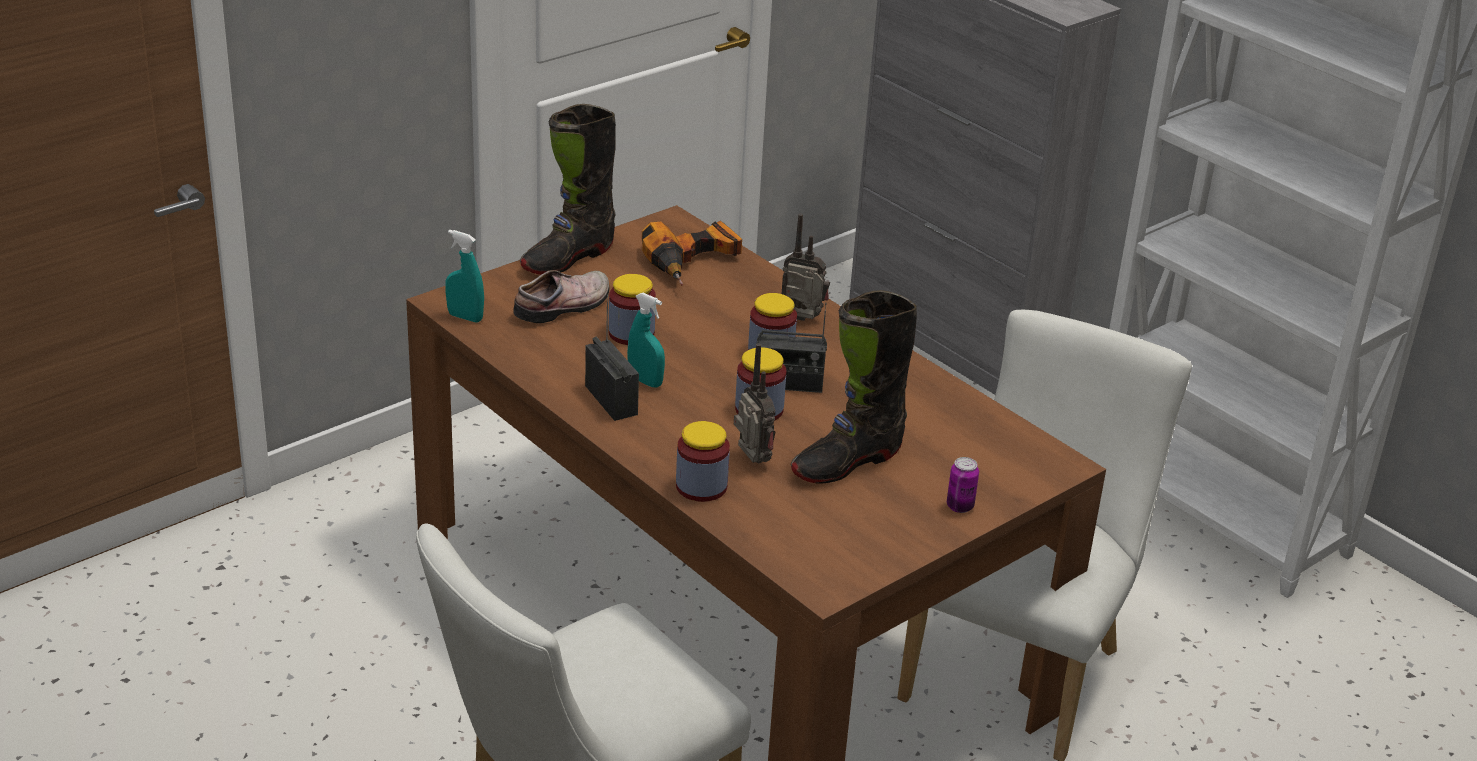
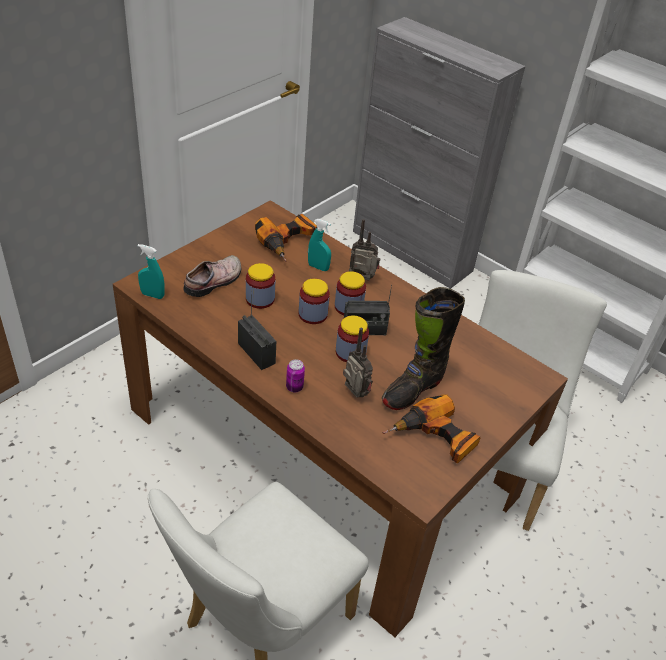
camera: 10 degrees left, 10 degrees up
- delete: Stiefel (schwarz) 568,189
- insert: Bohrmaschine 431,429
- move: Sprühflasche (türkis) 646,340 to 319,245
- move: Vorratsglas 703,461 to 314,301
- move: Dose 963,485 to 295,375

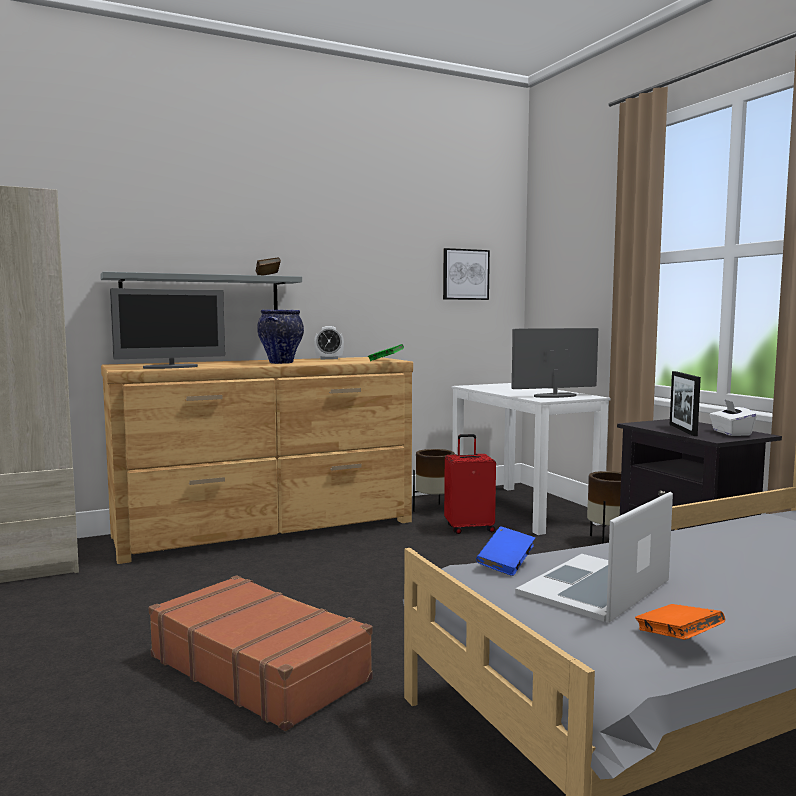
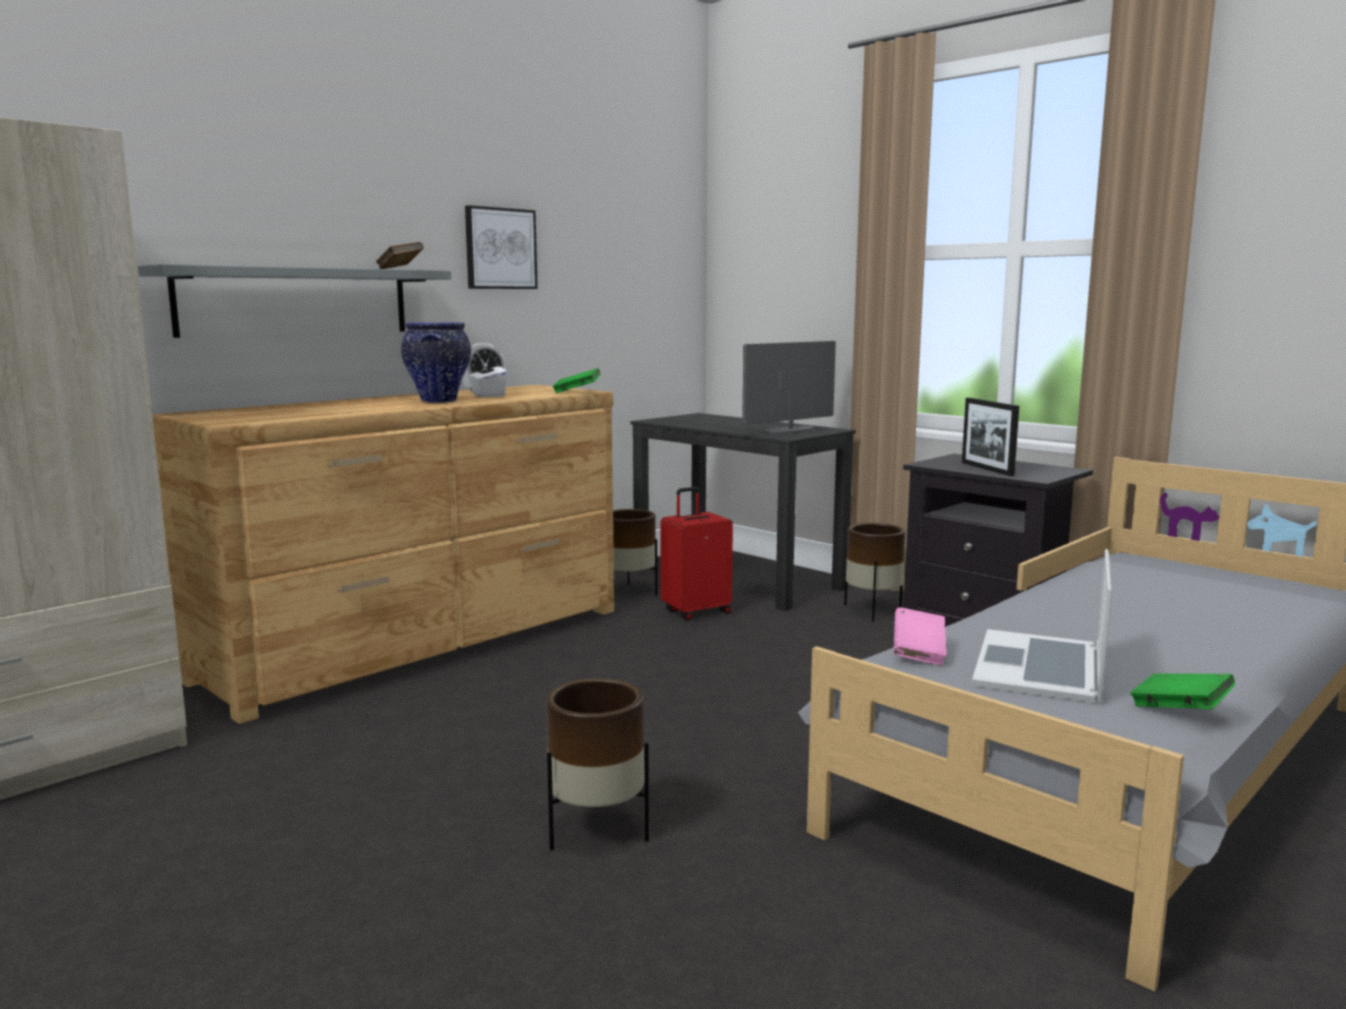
camera: 20 degrees left, 5 degrees up
- delete: Monitor 167,328
- move: Bild 466,274 to 501,247
- move: Taschentuchbox (weiß) 733,418 to 487,378
- replace: Koffer (braun) 261,653 to Pflanzkübel (braun) 597,764
- recolor: Schreibtisch (weiß) 530,459 to Schreibtisch (schwarz) 743,512
- recolor: Buch (blau) 505,551 to Buch (rosa) 920,636
- recolor: Buch (orange) 680,622 to Buch (grün) 1182,691

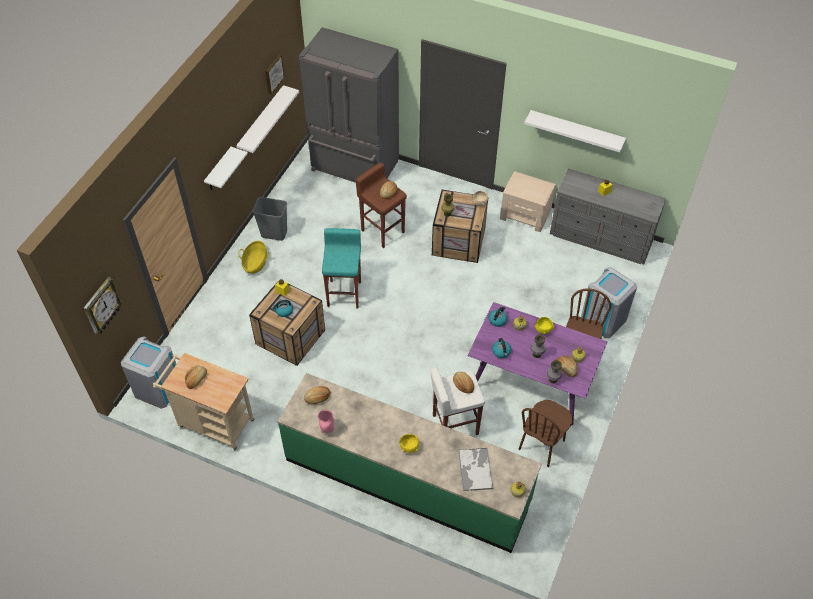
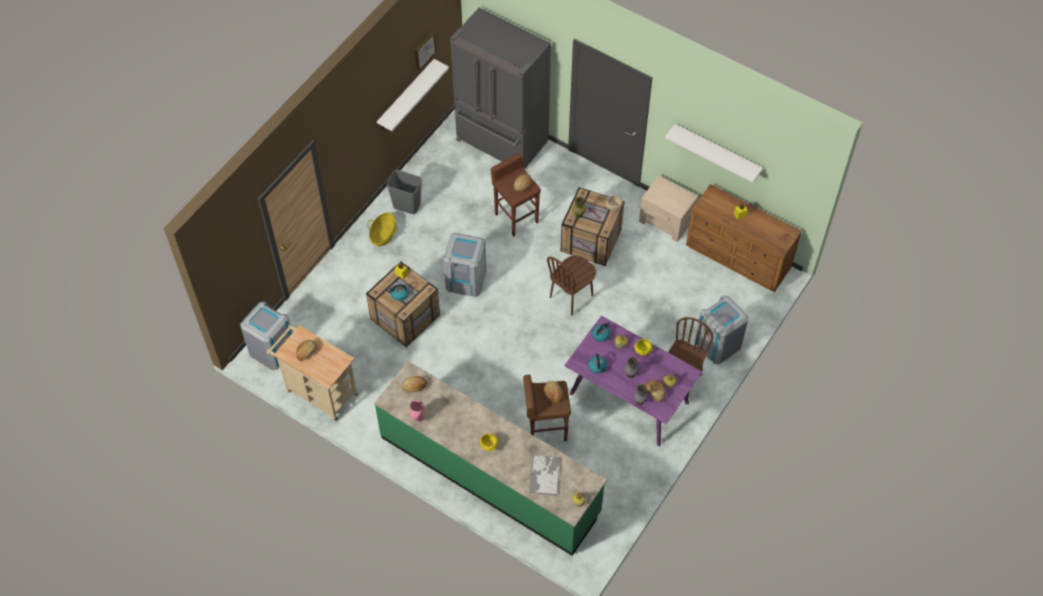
camera: 10 degrees right, 5 degrees up
- delete: Wanduhr 103,305
- delete: Wandregal (weiß) 226,168
- move: Stuhl (braun) 545,433 to 571,285
- replace: Hocker (türkis) 341,268 to Mülleimer (grau) 464,265
- recolor: Hocker (weiß) 458,401 to Hocker (braun) 547,408
- recolor: Kommode (grau) 608,216 to Kommode (braun) 744,238

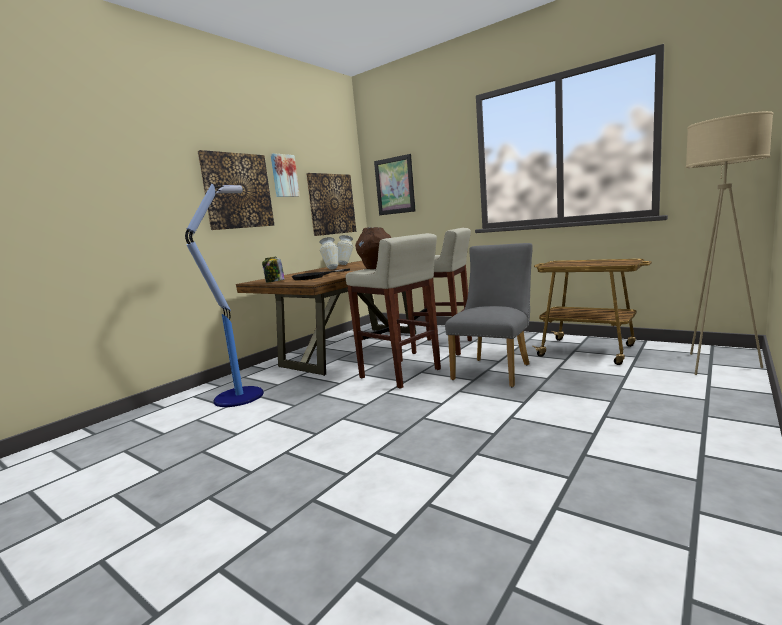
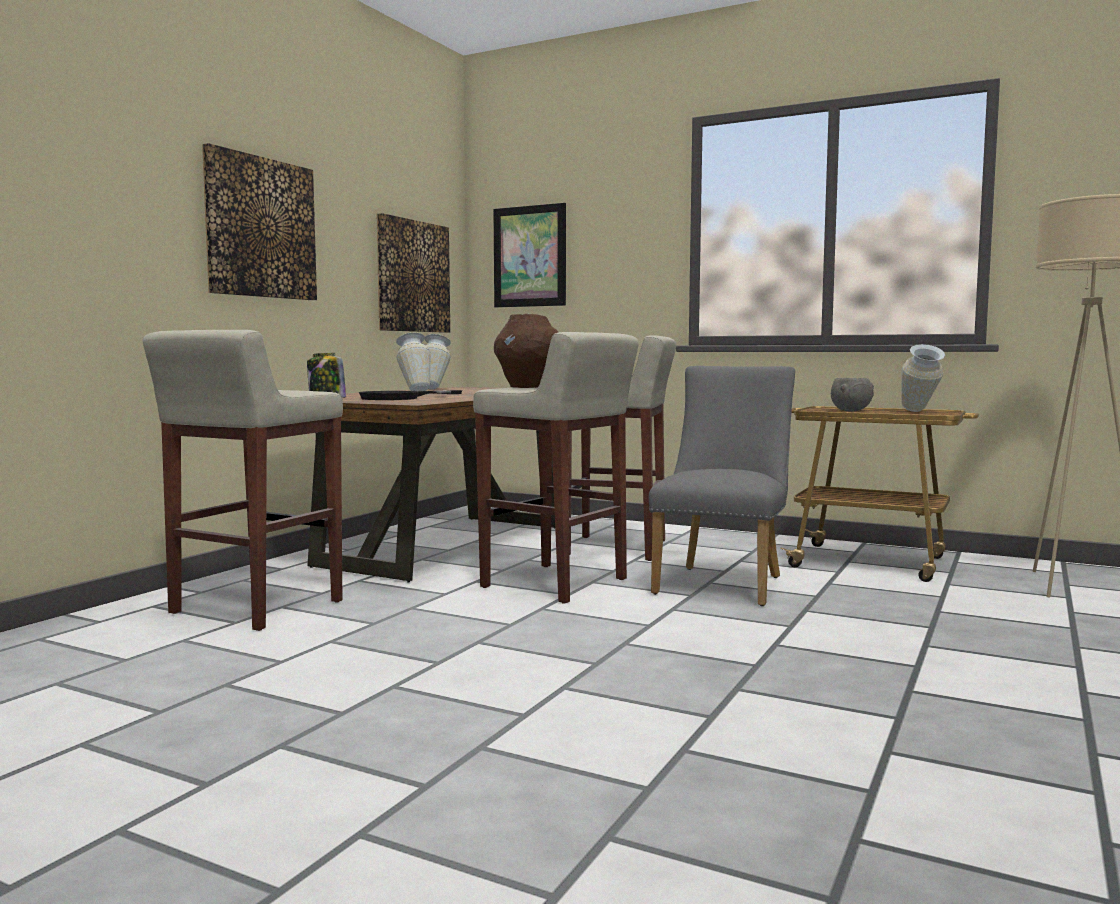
camera: 10 degrees left, 5 degrees down
- delete: Bild 285,175
- insert: Schüssel (grau) 852,394
- insert: Vase 923,378
- replace: Stehlampe 224,295 to Hocker (beige) 243,480

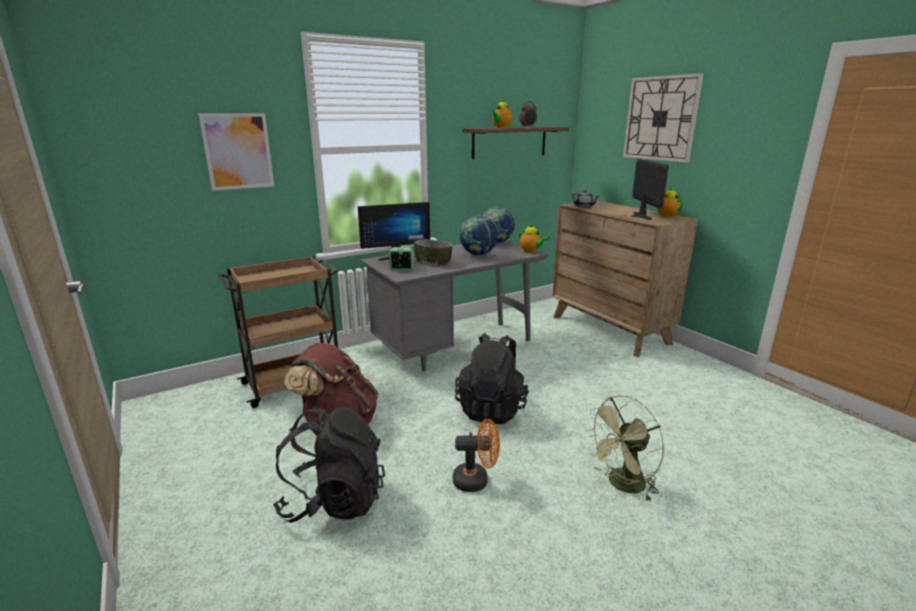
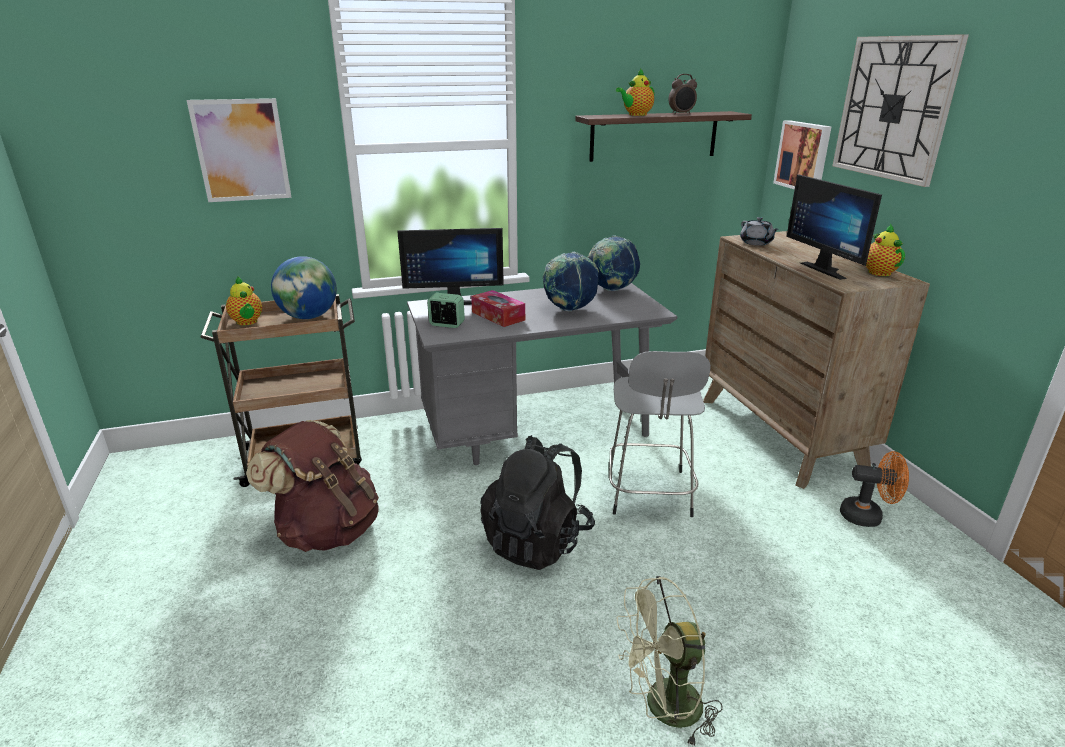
camera: 15 degrees right, 5 degrees up
- delete: Rucksack (schwarz) 329,464
- insert: Globus 304,287
- insert: Hocker (grau) 660,434
- insert: Bild 802,155
- move: Ventilator (orange) 476,455 to 874,489
- move: Teekanne 534,238 to 244,301
- replace: Schüssel 433,252 to Taschentuchbox 498,308
- rotate: Monitor 649,189 = 834,227 150 degrees clockwise

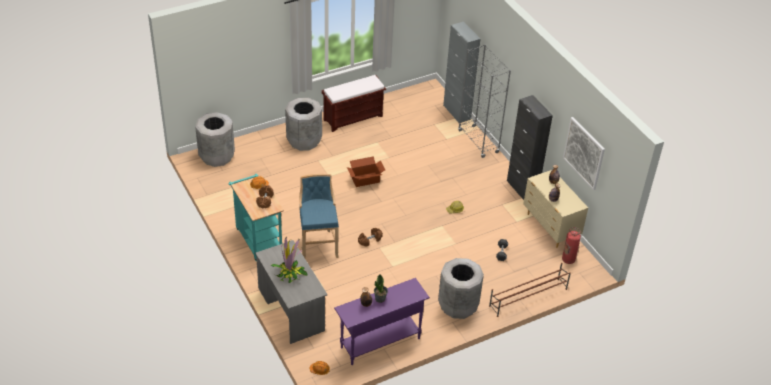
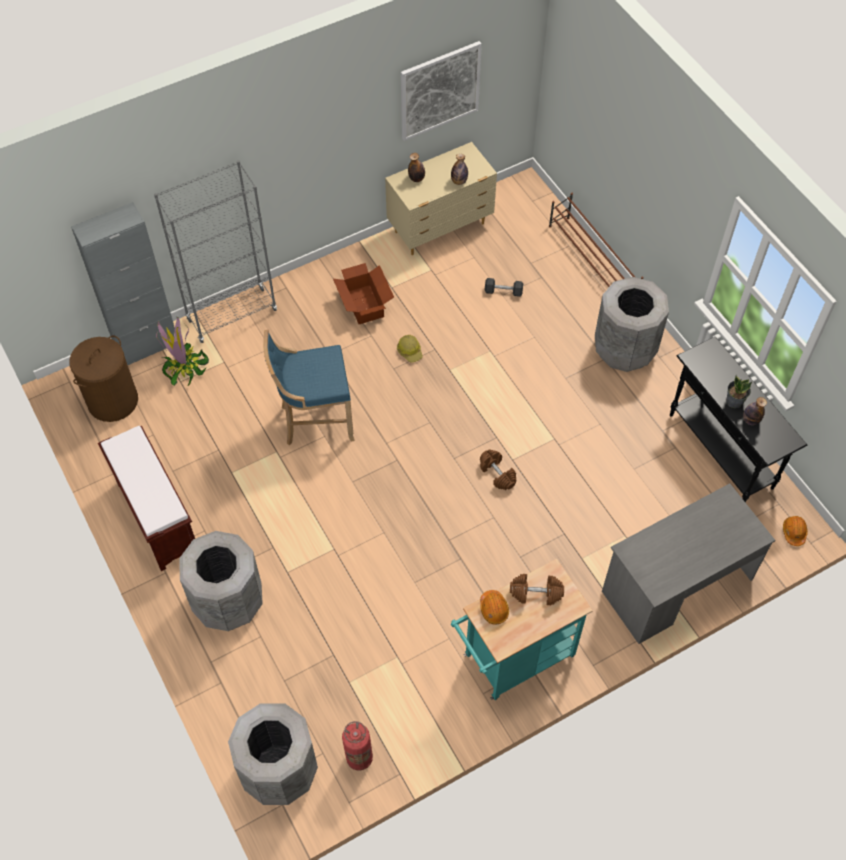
camera: 90 degrees left, 15 degrees up
- delete: Schrank (schwarz) 530,147
- insert: Wäschekorb (braun) 103,379
- move: Topfpflanze 289,260 to 182,352
- move: Hocker (blau) 319,216 to 309,387
- move: Karton 366,171 to 363,293
- move: Feuerlöscher 571,245 to 357,746
- recolor: Konsolentisch (lila) 382,321 to Konsolentisch (schwarz) 738,419

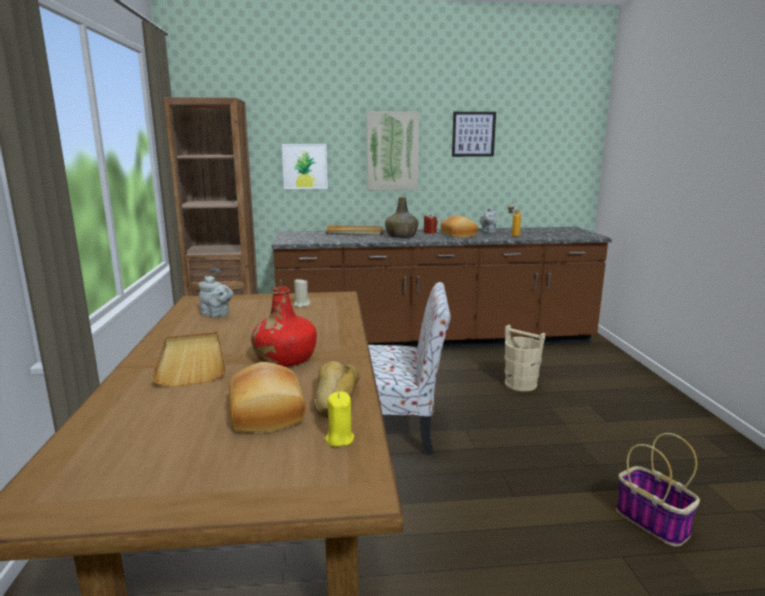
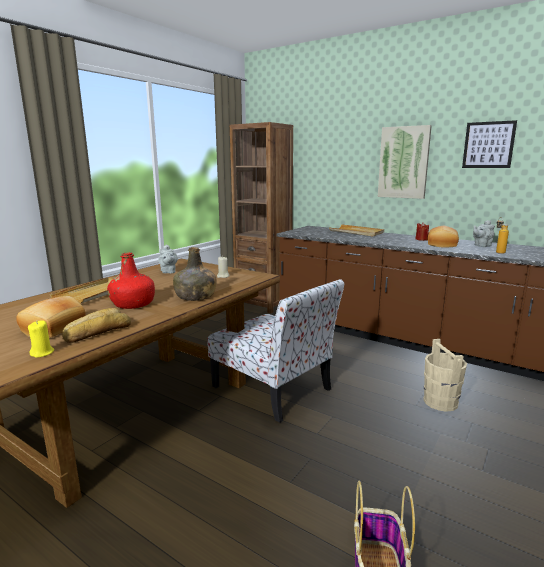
camera: 40 degrees right, 0 degrees up
- delete: Bild 305,166
- move: Flasche (grün) 401,217 to 195,274

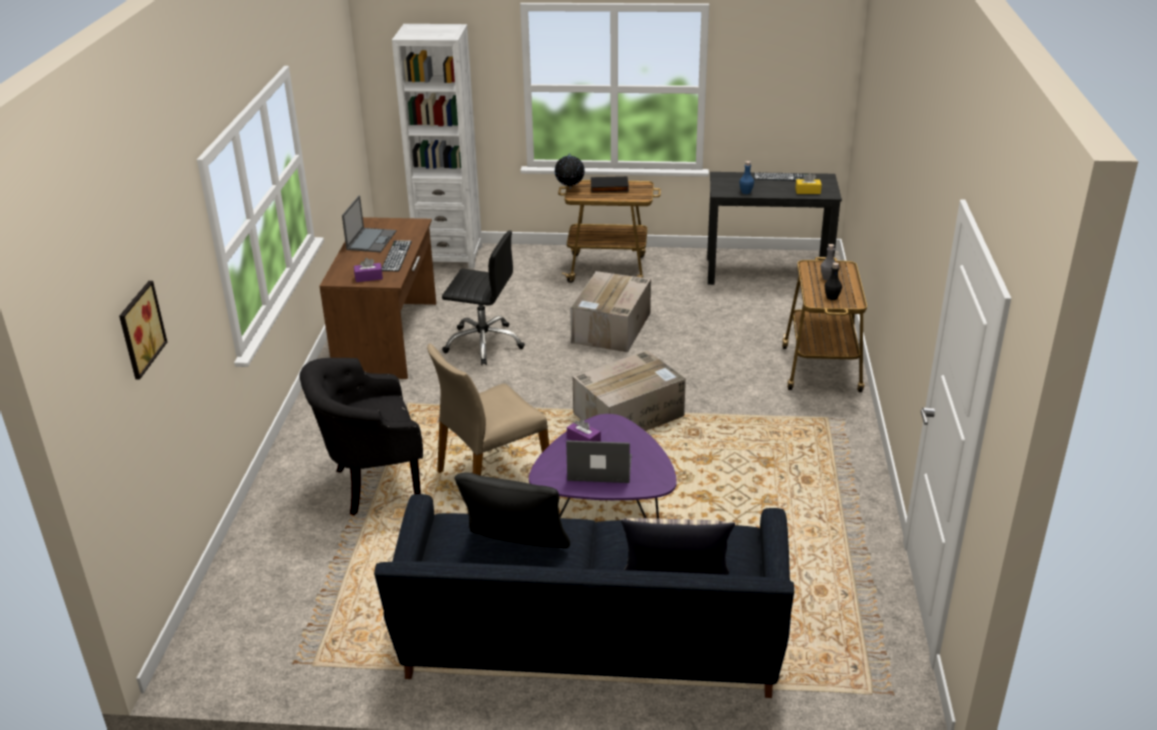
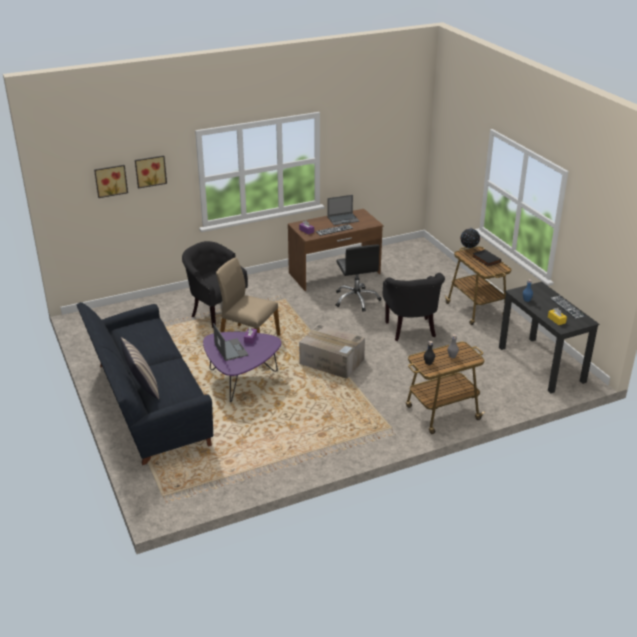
camera: 60 degrees right, 0 degrees up
- delete: Bücherregal (weiß) 437,146
- delete: Kissen (schwarz) 512,510
- insert: Bild 151,172
- replace: Karton 610,311 to Sessel (schwarz) 414,307

